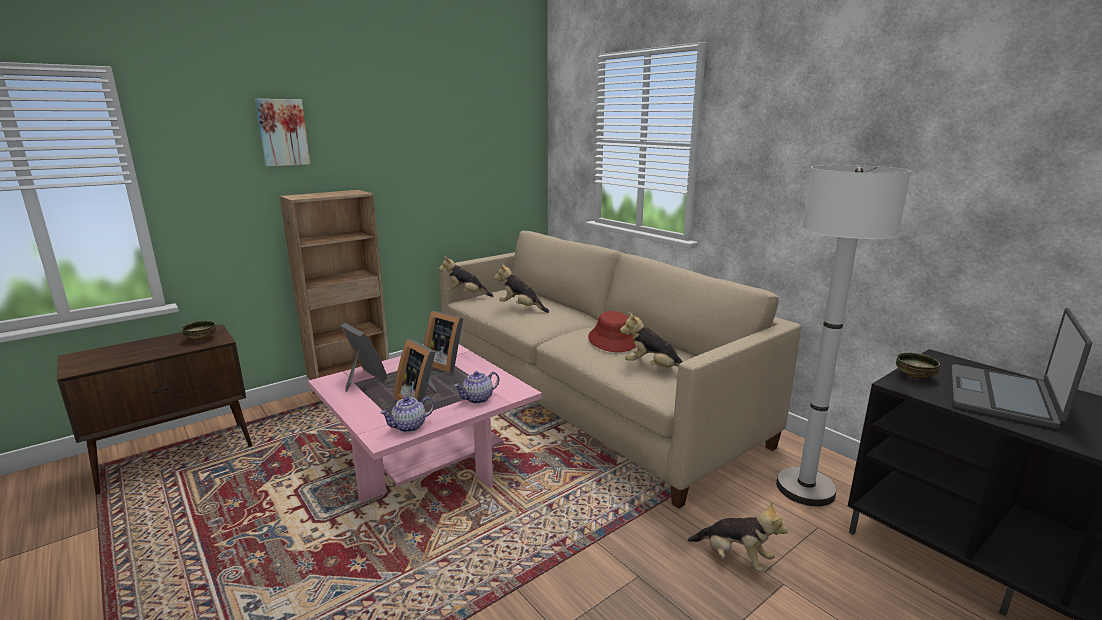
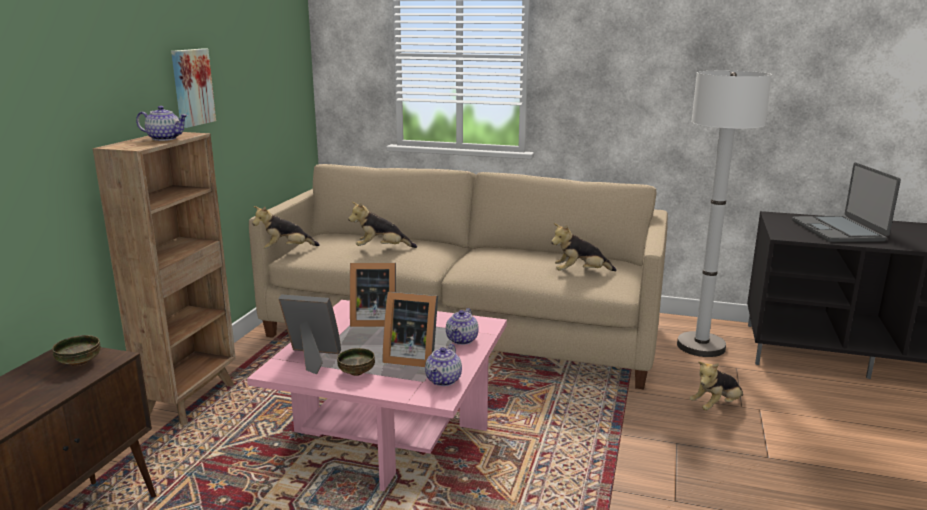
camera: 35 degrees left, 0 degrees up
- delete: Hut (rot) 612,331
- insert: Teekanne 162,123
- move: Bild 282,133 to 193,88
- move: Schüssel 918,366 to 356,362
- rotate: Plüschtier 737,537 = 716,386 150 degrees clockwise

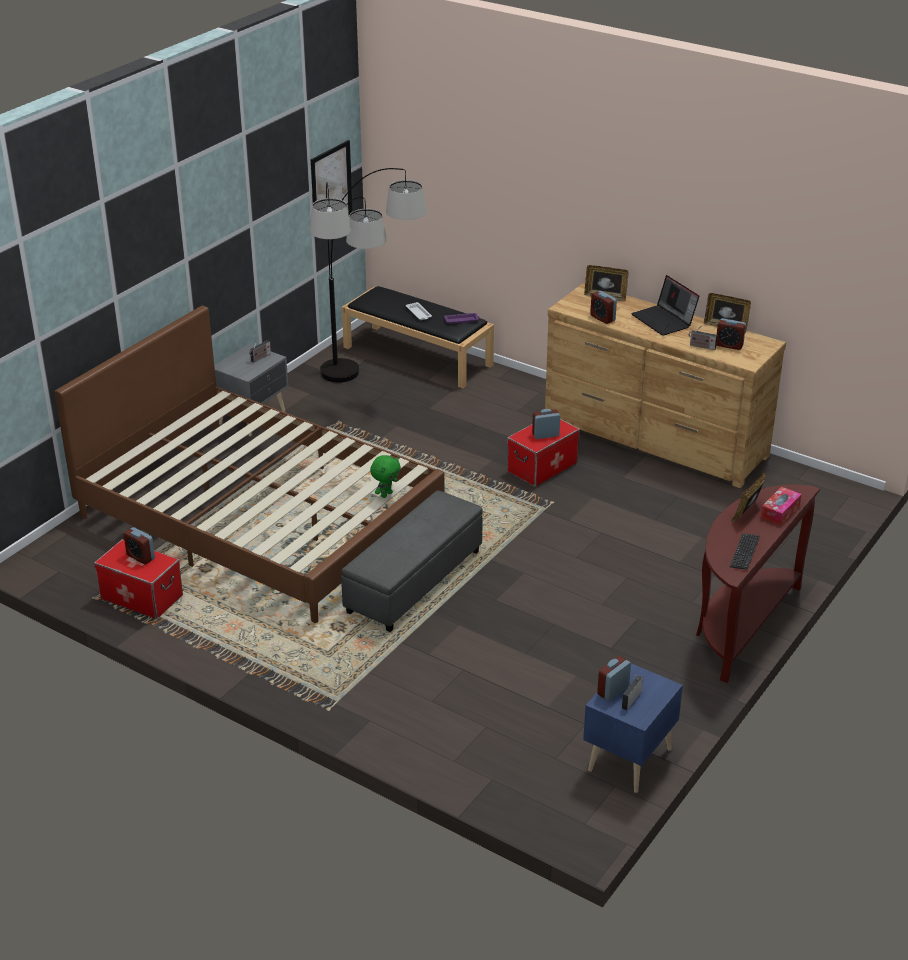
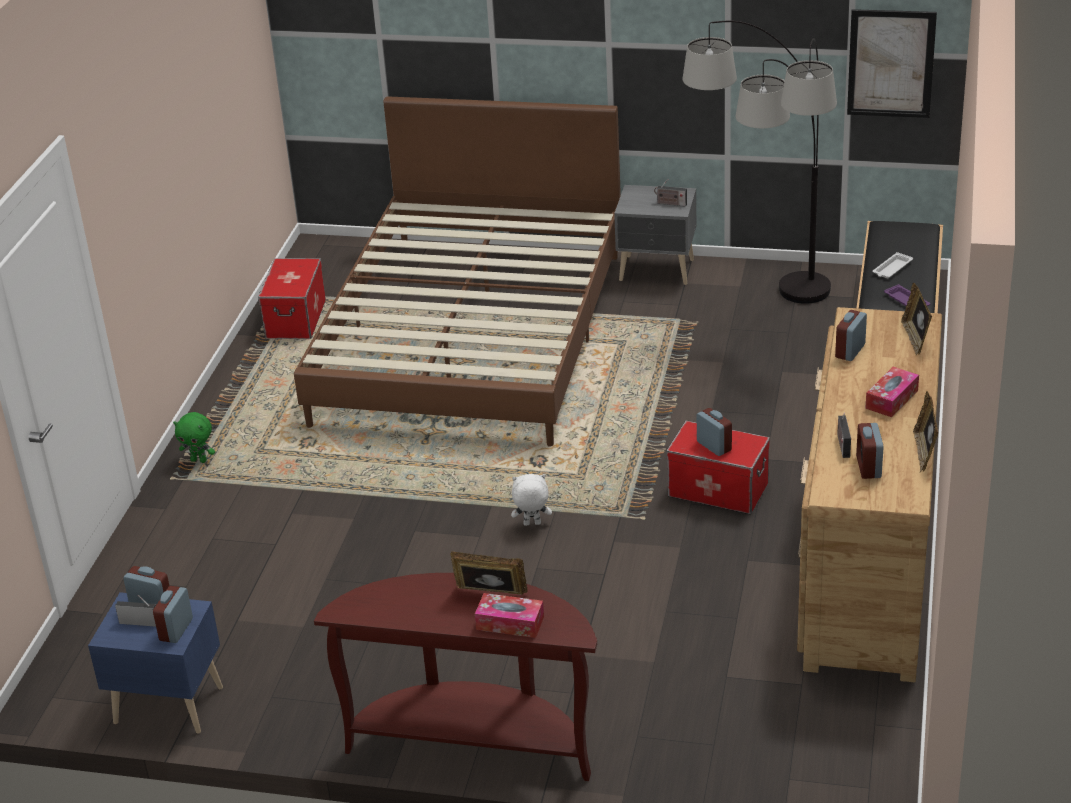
camera: 70 degrees right, 0 degrees up
- delete: Polsterhocker (grau) 412,561
- delete: Tastatur 745,552
- insert: Plüschtier (weiß) 531,500
- move: Wecker 139,546 to 173,614
- move: Plüschtier (grün) 385,476 to 194,437
- replace: Laptop 665,305 to Taschentuchbox 892,392

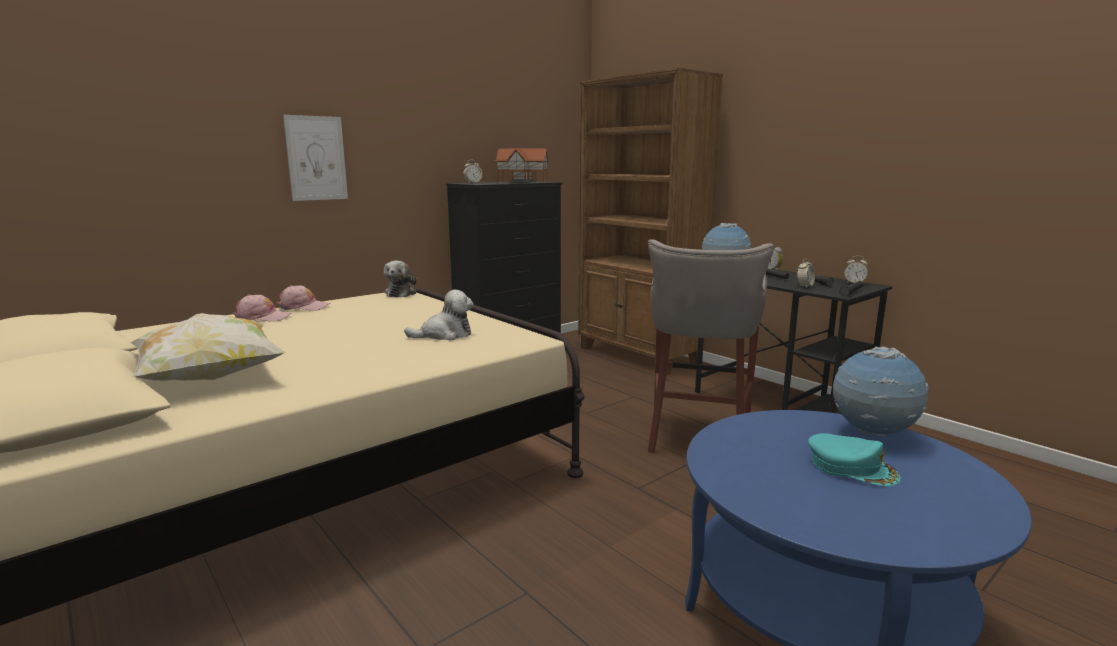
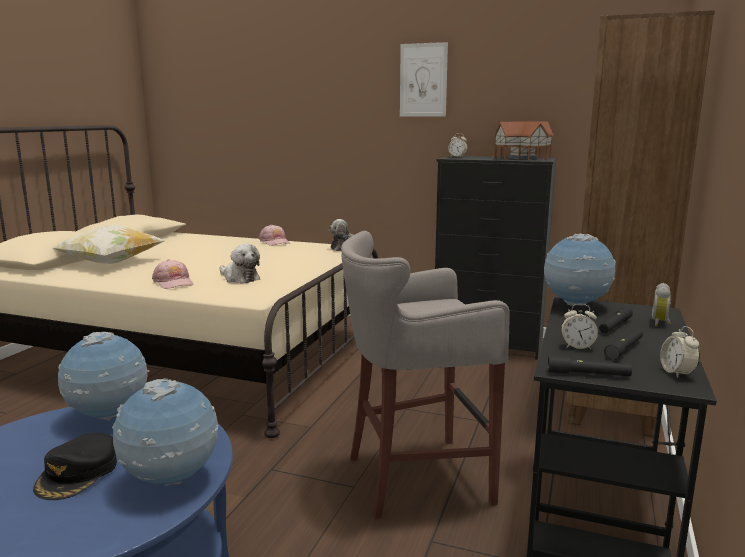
camera: 60 degrees right, 0 degrees up
- insert: Globus 104,376
- move: Kappe (rosa) 262,307 to 172,274
- move: Bild 315,158 to 424,79
- recolor: Kappe (türkis) 854,459 to Kappe (schwarz) 75,466

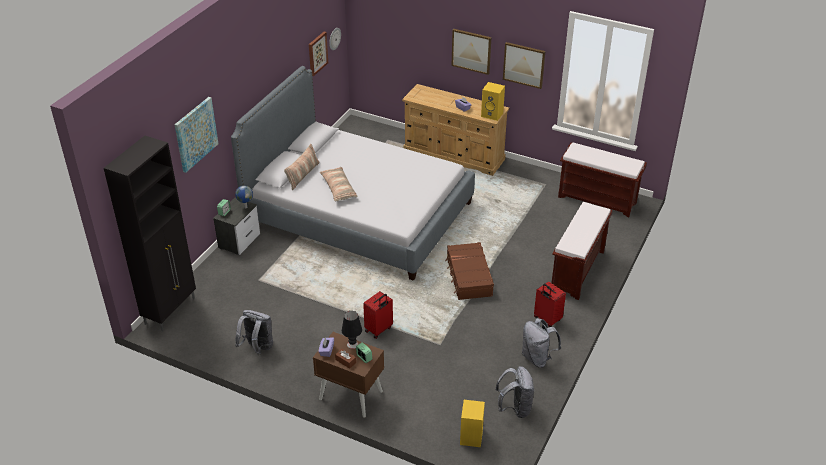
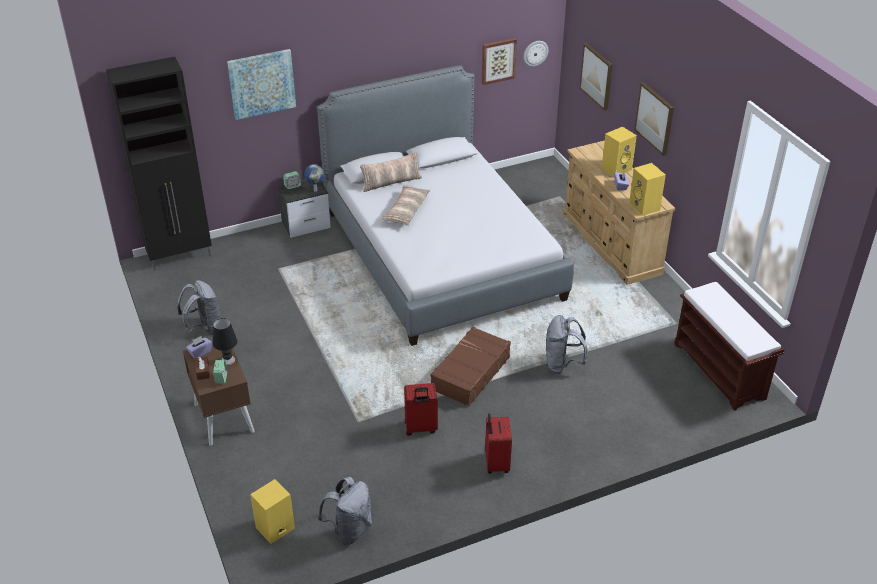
camera: 40 degrees right, 0 degrees up
- delete: Bank (braun) 582,251
- insert: Lautsprecher (gelb) 619,151
- move: Koffer (rot) 378,315 to 421,409
- move: Bild 524,65 to 596,77
- move: Rucksack (grau) 541,343 to 567,344

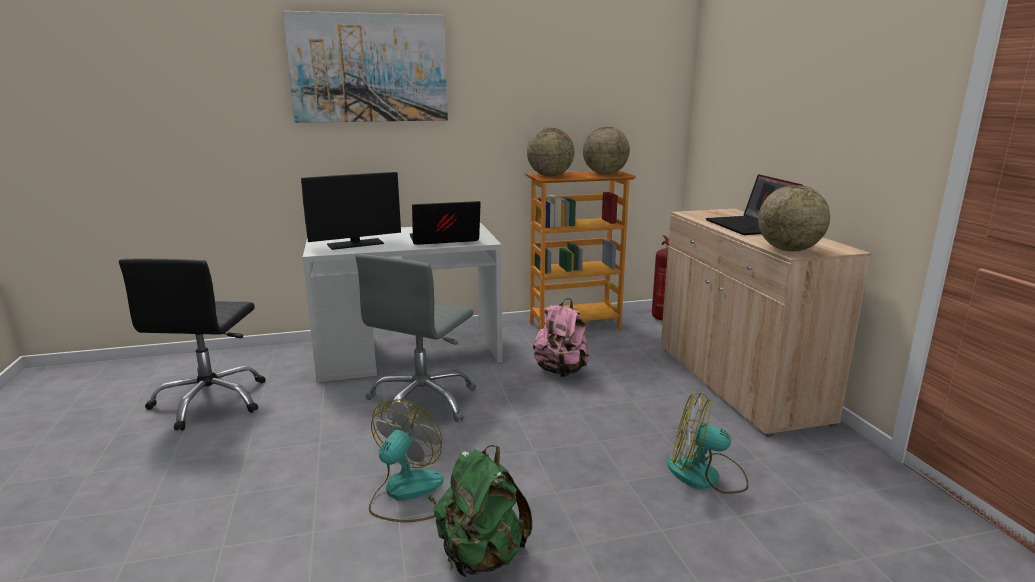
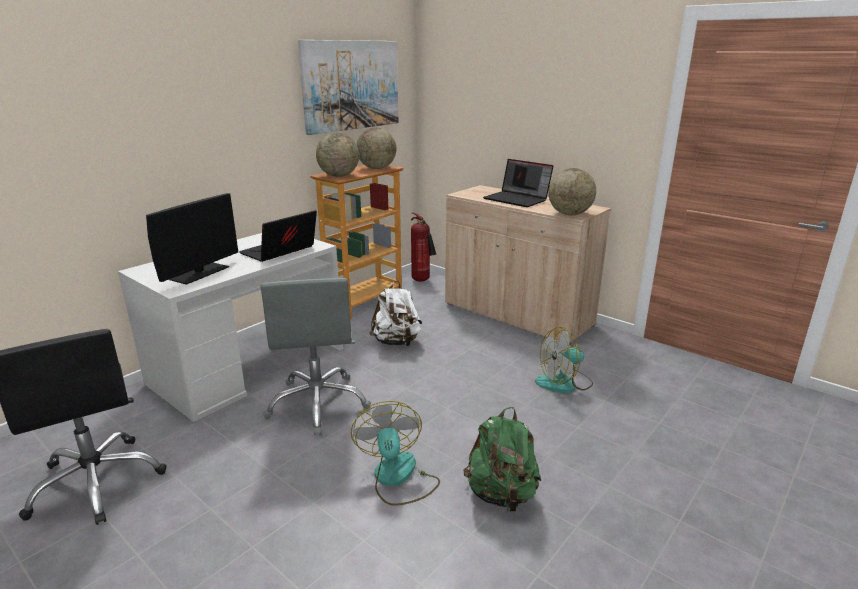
camera: 35 degrees left, 5 degrees up
- move: Bild 365,67 to 348,87
- recolor: Rucksack (rosa) 561,337 to Rucksack (weiß) 395,313

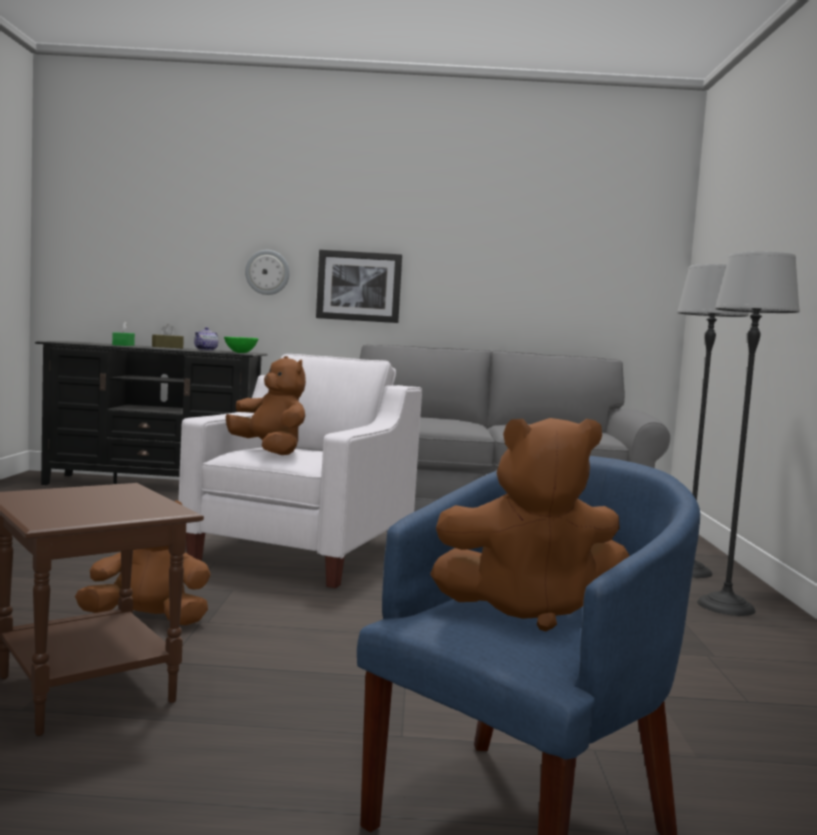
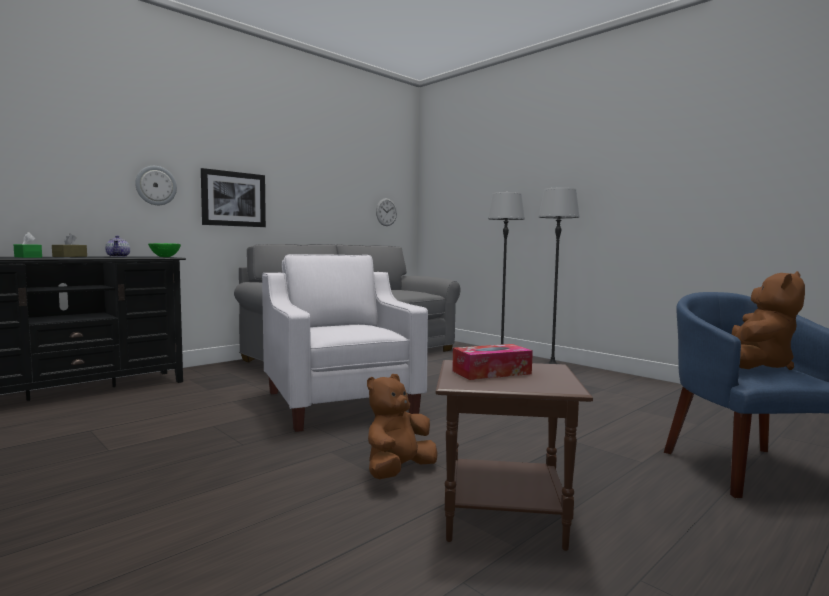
camera: 45 degrees left, 0 degrees up
- delete: Plüschtier (braun) 266,405
- insert: Wanduhr 386,212
- insert: Taschentuchbox 492,362

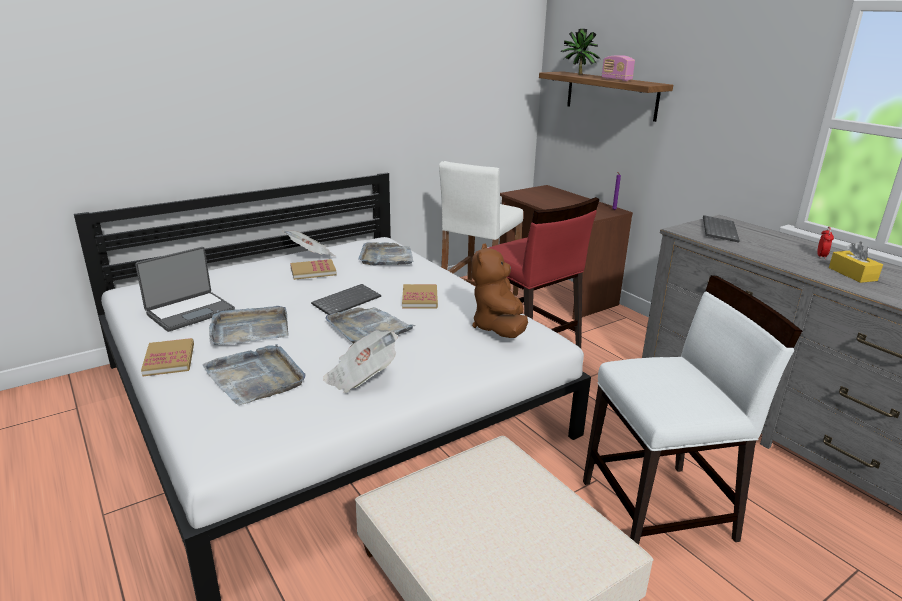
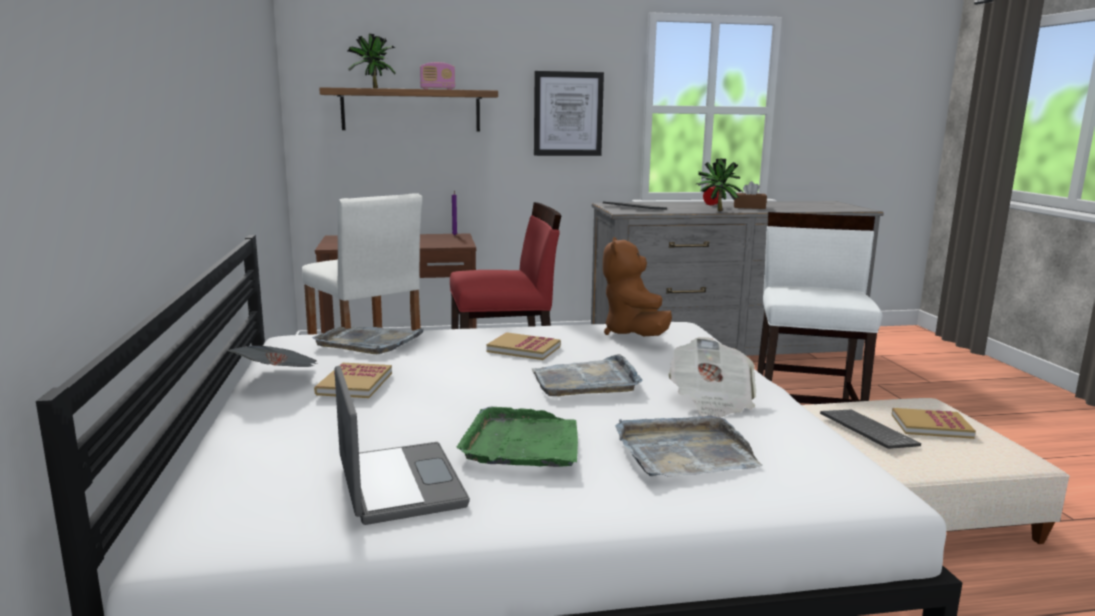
camera: 65 degrees left, 10 degrees down
- insert: Bild 569,113
- insert: Topfpflanze 719,185
- move: Buch 167,357 to 934,423
- move: Tastatur 346,299 to 870,429
- recolor: Tablett (grau) 248,325 to Tablett (grün) 517,437
- recolor: Taschentuchbox (gelb) 856,262 to Taschentuchbox (braun) 750,195
- rotate: Plüschtier (braun) 499,291 = 637,286 60 degrees clockwise

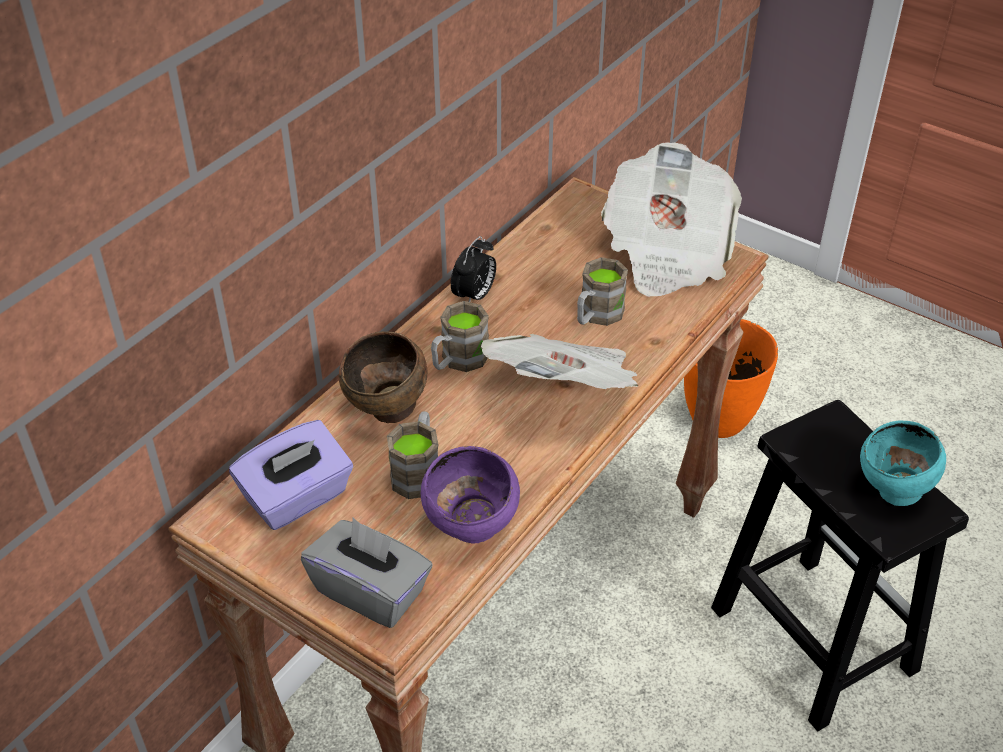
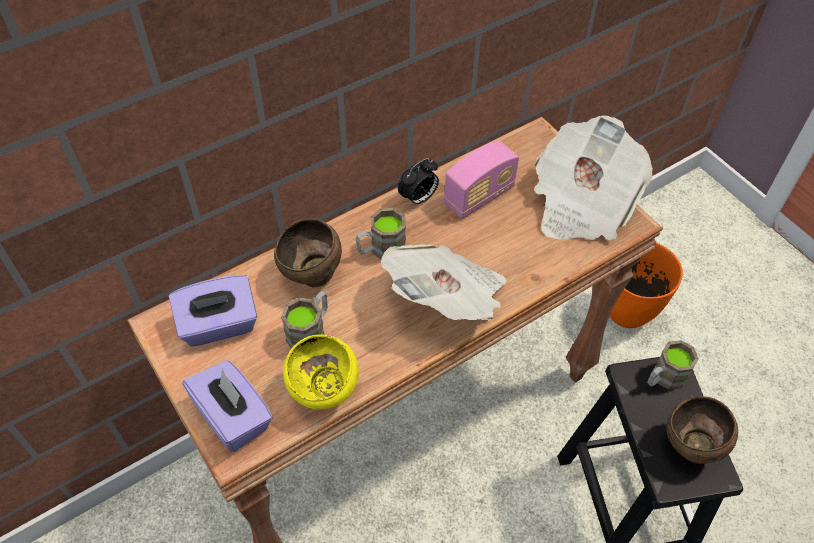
camera: 20 degrees right, 10 degrees up
- insert: Radio 481,180
- move: Henkelbecher (braun) 602,291 to 673,365
- recolor: Taschentuchbox (grau) 366,573 to Taschentuchbox (lila) 228,406
- recolor: Schüssel (lila) 470,495 to Schüssel (gelb) 321,372
- recolor: Schüssel (türkis) 903,463 to Schüssel (braun) 702,430

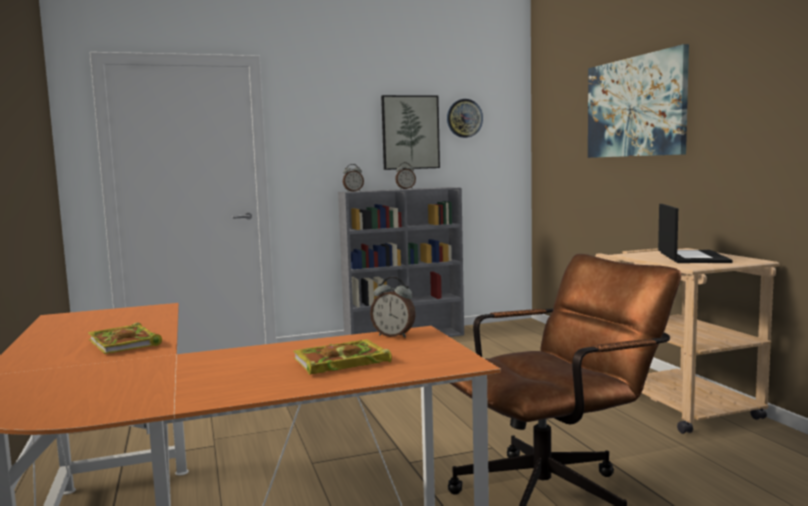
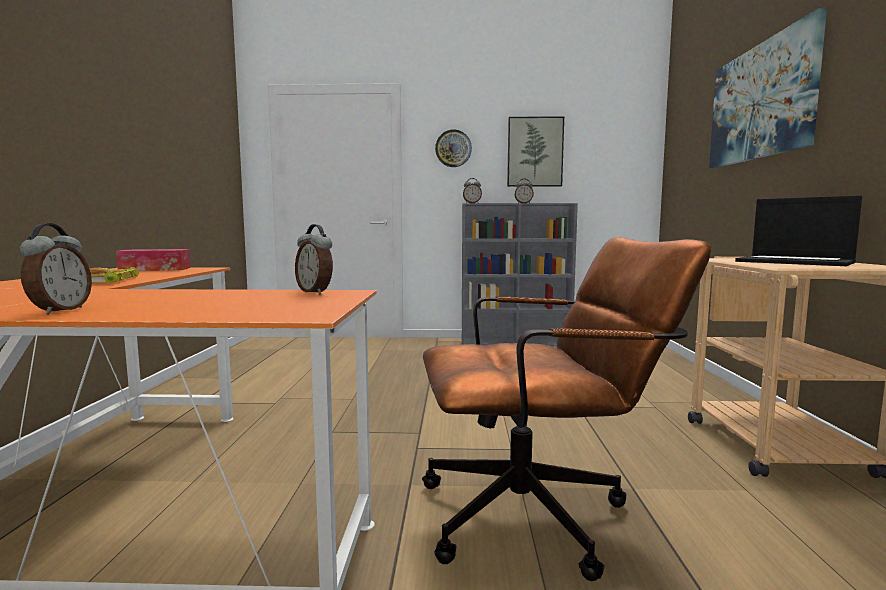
camera: 20 degrees right, 0 degrees up
- delete: Buch 342,357
- insert: Wecker 56,269
- insert: Taschentuchbox 153,260
- move: Wanduhr 465,118 to 453,148
- rotate: Laptop 695,233 = 798,231 105 degrees clockwise

